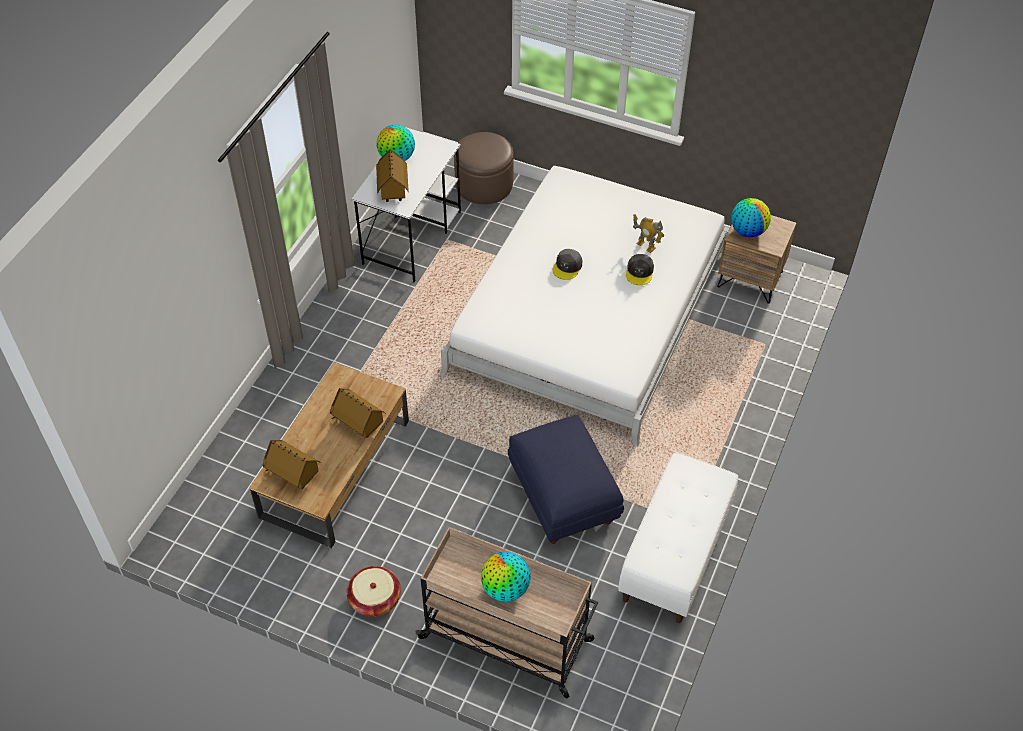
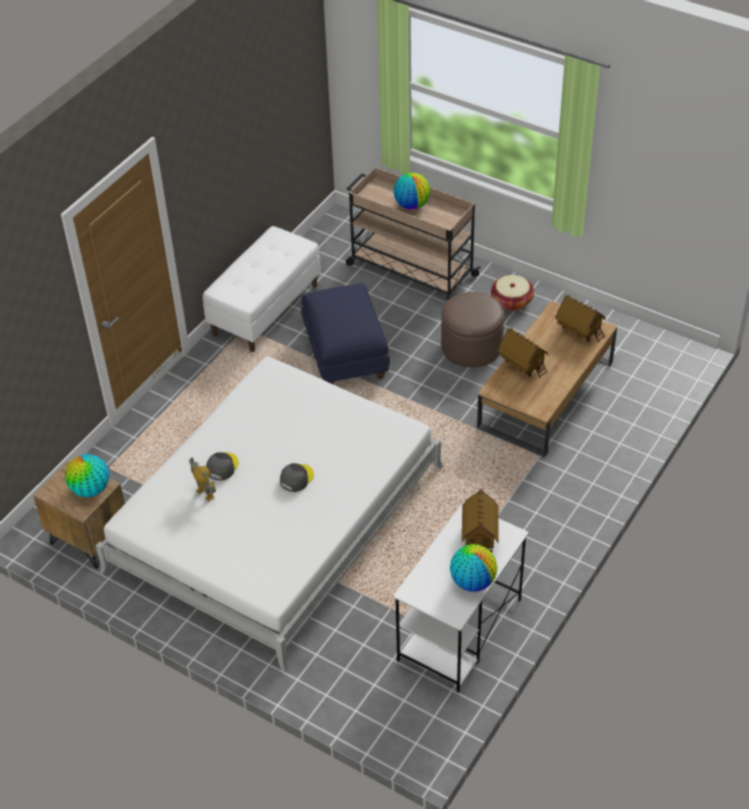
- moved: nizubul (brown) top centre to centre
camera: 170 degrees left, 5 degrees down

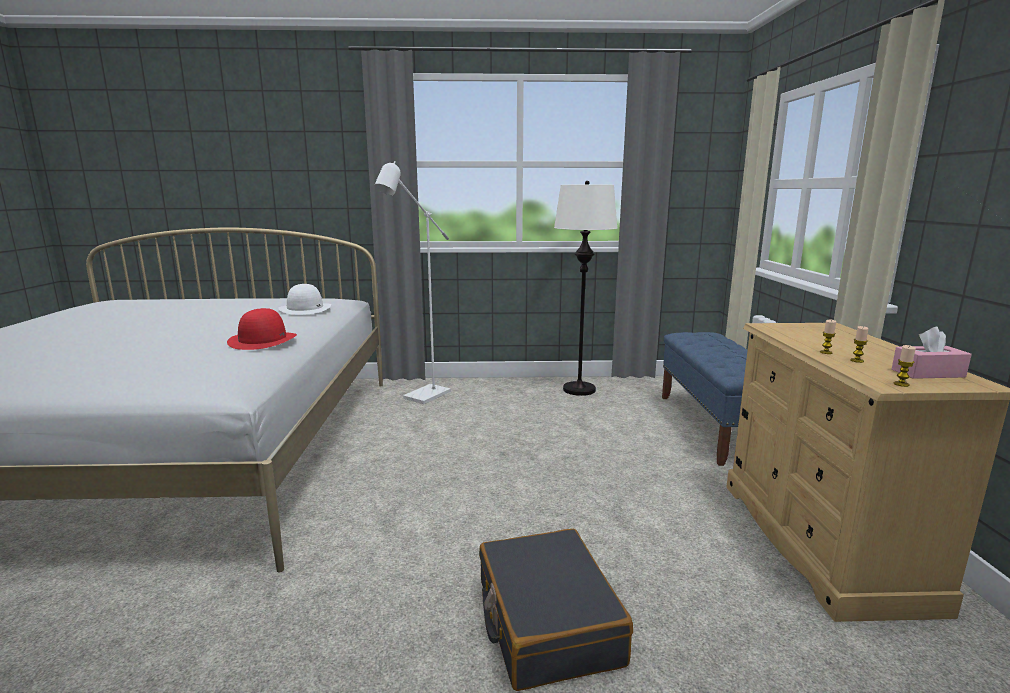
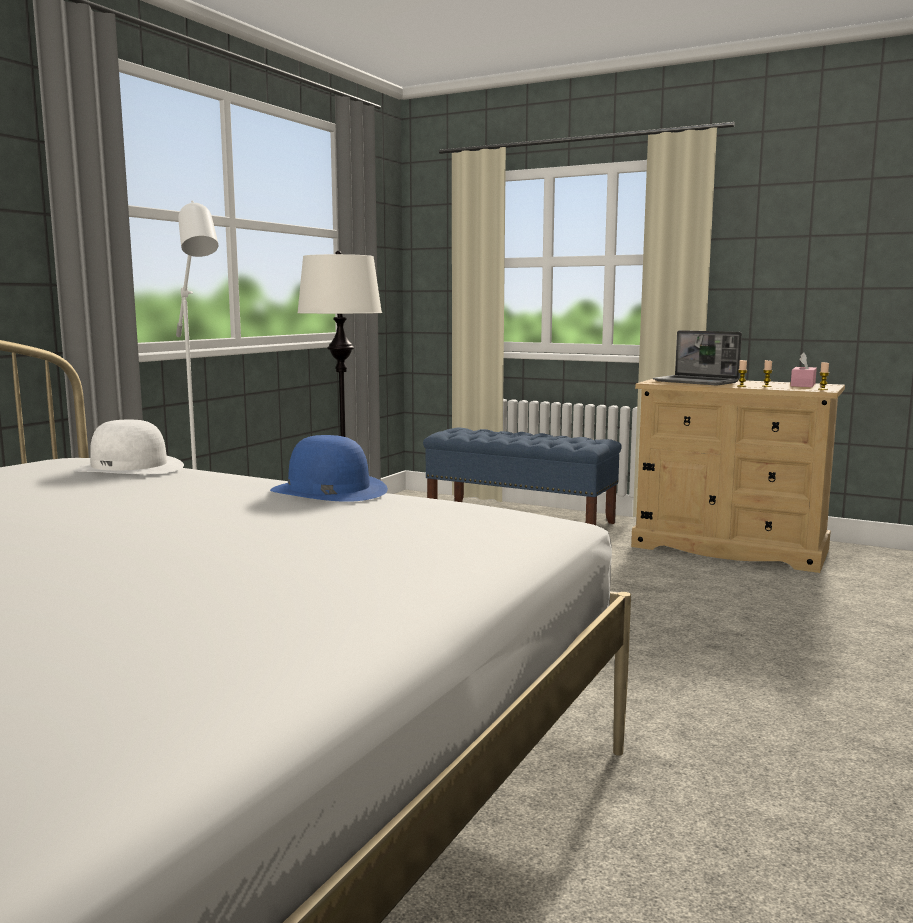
- recoloured: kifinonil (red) middle left to kifinonil (blue) centre
- added: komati middle right
- removed: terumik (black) bottom centre
camera: 60 degrees left, 5 degrees down

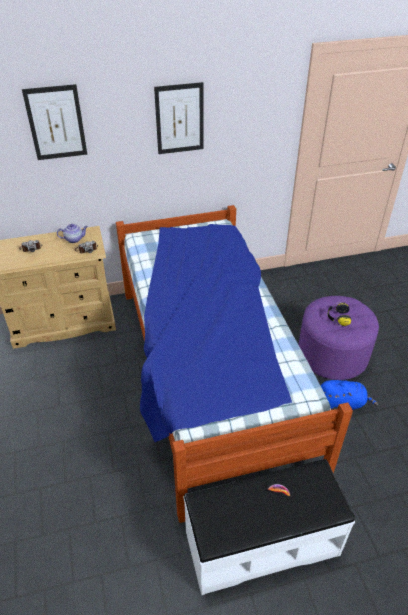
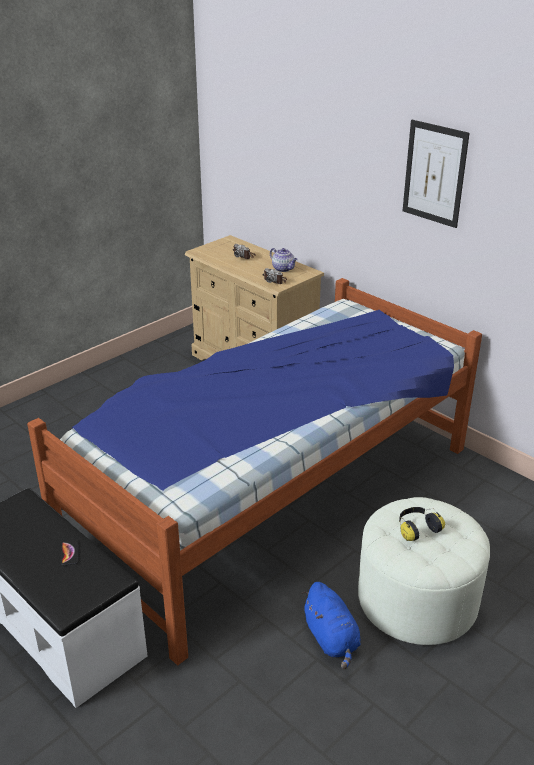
- recoloured: nizubul (purple) middle right to nizubul (white) bottom right
- removed: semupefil (1st from left) top left
camera: 60 degrees right, 10 degrees down

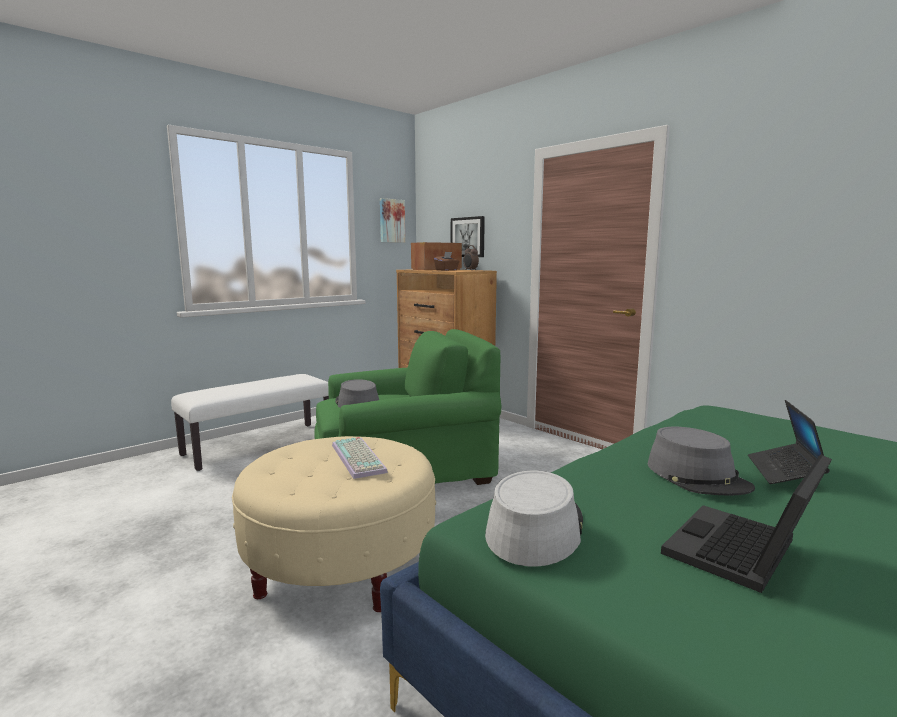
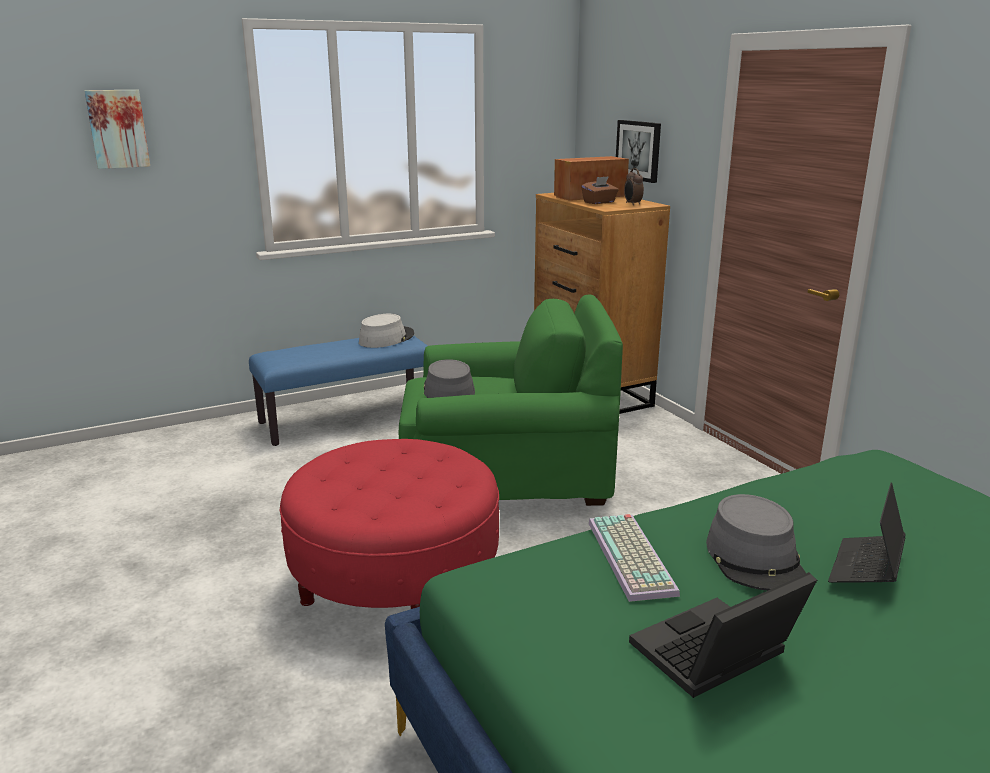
- moved: semupefil (1st from left) top centre to top left
- recoloured: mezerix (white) middle left to mezerix (blue) centre
- recoloured: nizubul (beige) bottom centre to nizubul (red) bottom centre
- moved: kifinonil (grey) (2nd from left in the first image) bottom centre to kifinonil (grey) (1st from left) centre
- moved: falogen centre to bottom centre
camera: 15 degrees right, 10 degrees up

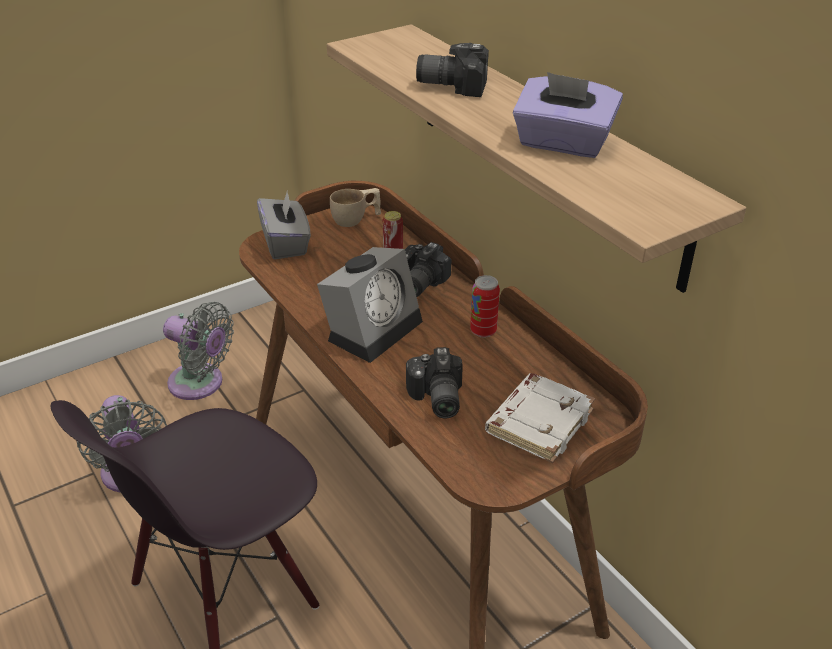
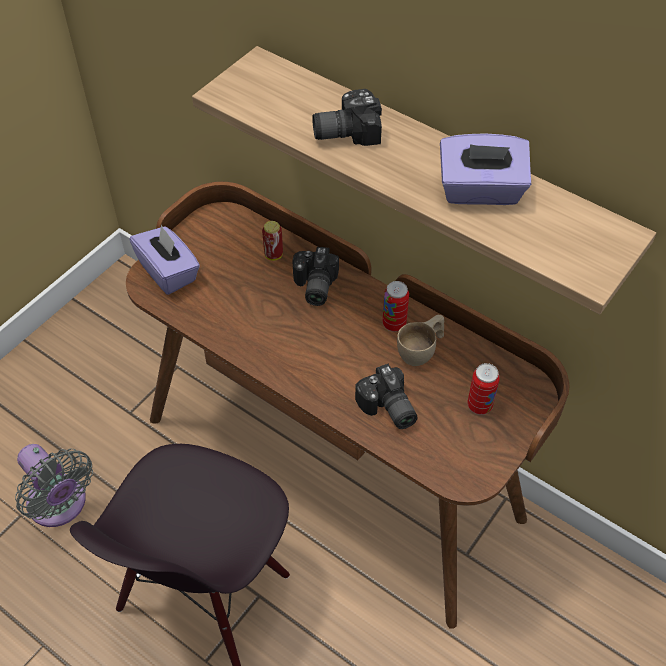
- recoloured: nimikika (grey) centre to nimikika (purple) (1st from left) middle left
- moved: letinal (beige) top centre to centre
- replaced: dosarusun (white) centre to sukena (3rd from left) middle right
- removed: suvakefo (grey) (2nd from left) middle left
- removed: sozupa centre
camera: 20 degrees left, 15 degrees up

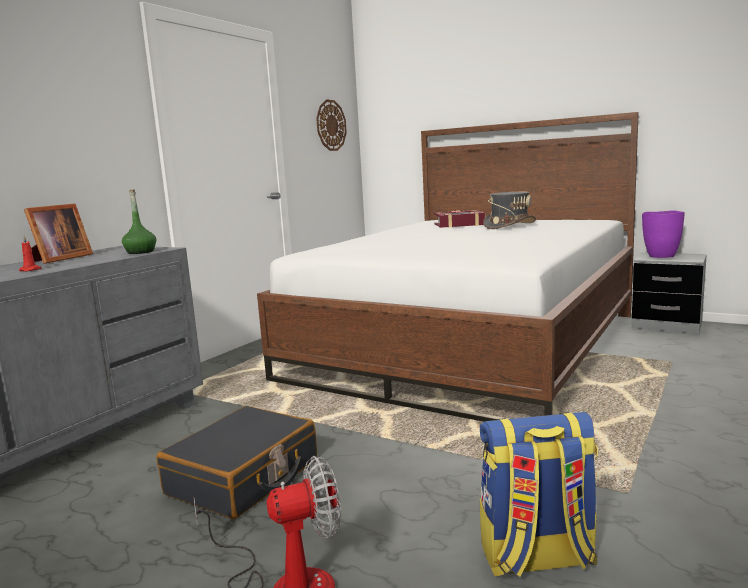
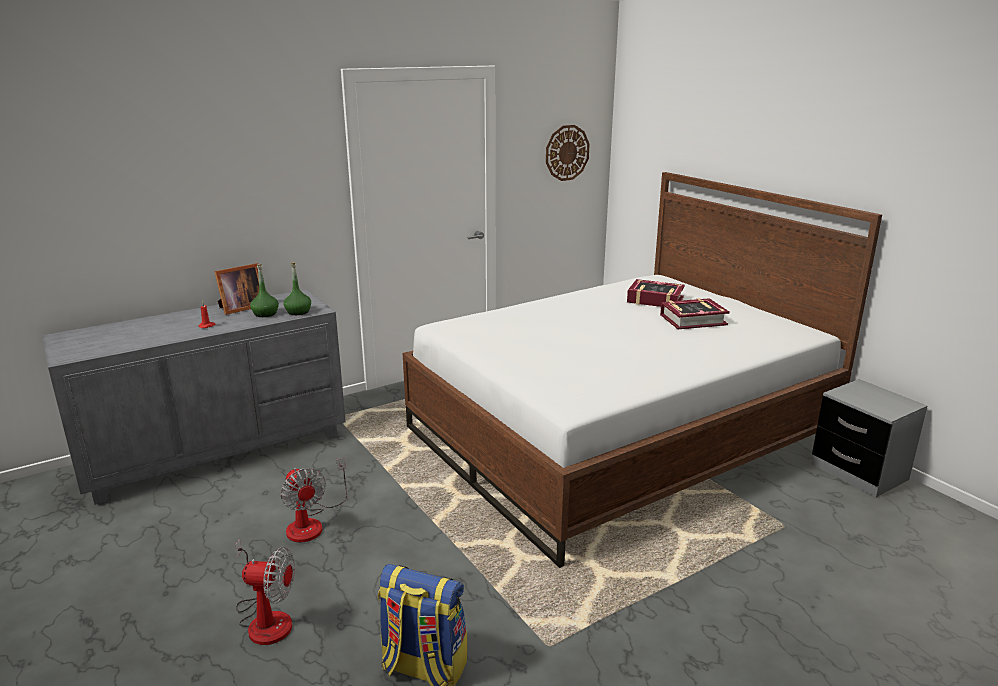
- added: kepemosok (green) (1st from left) middle left
- replaced: terumik (black) bottom left to suvakefo (2nd from left) bottom left
- replaced: kifinonil (grey) middle right to dosarusun (2nd from left) middle right
- removed: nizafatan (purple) middle right
camera: 25 degrees right, 10 degrees up

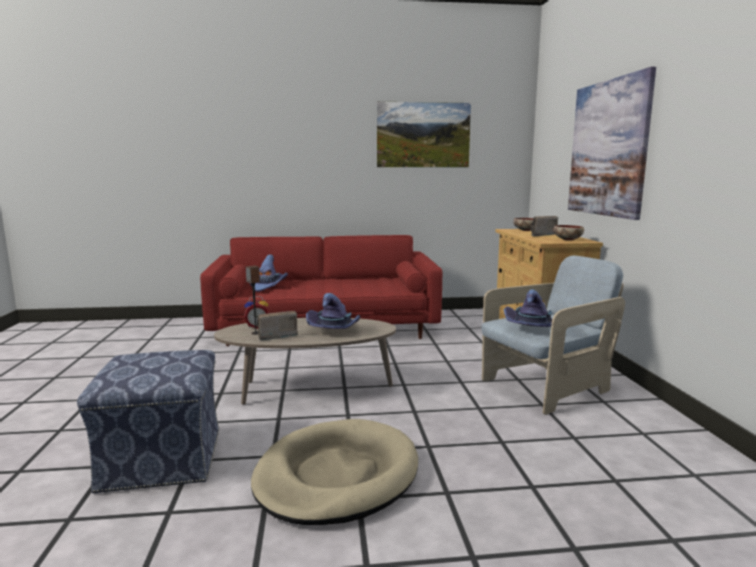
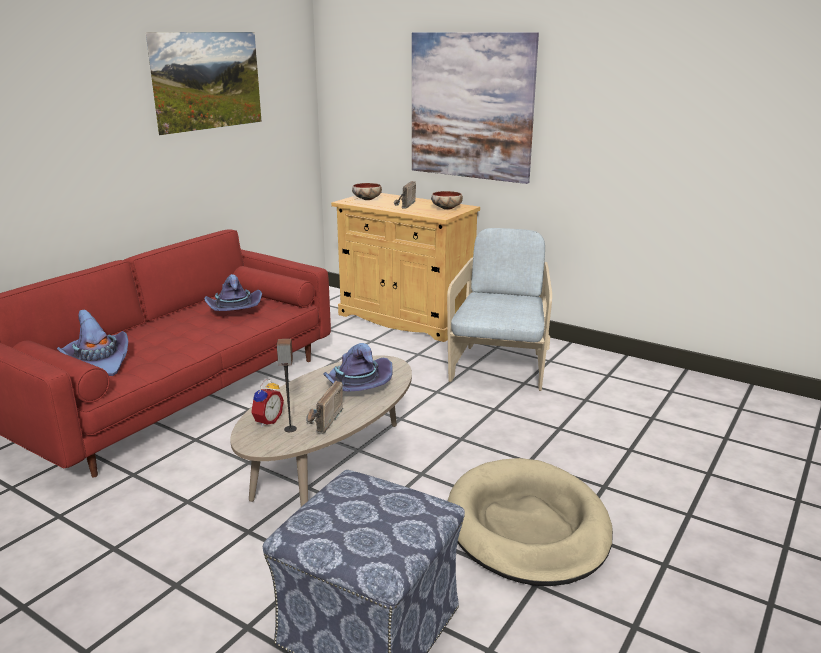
- moved: kifinonil (purple) (3rd from left in the first image) middle right to kifinonil (purple) (2nd from left) middle left
camera: 50 degrees left, 10 degrees up

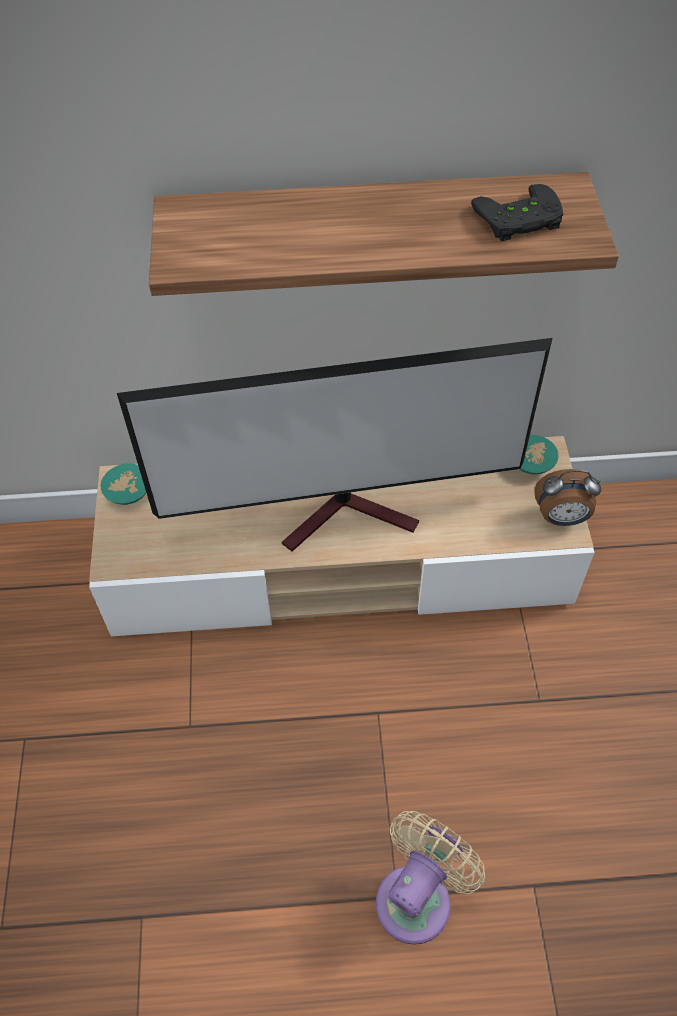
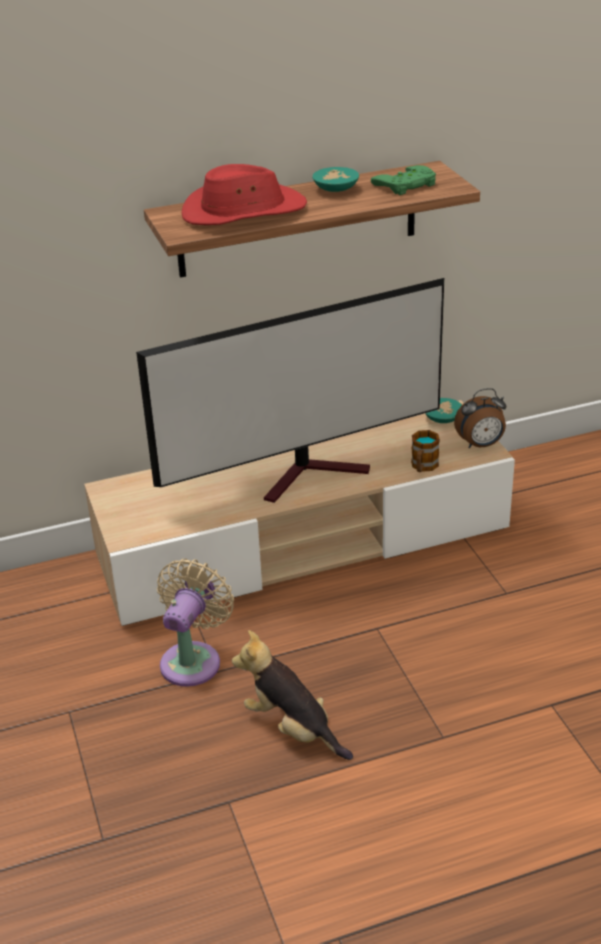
- moved: suvakefo (beige) bottom centre to middle left
- added: kifinonil (red) top centre
- added: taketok bottom centre
- moved: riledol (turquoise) (1st from left) middle left to top centre
- recoloured: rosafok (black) top right to rosafok (green) top right
- added: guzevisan middle right
camera: 15 degrees left, 20 degrees down

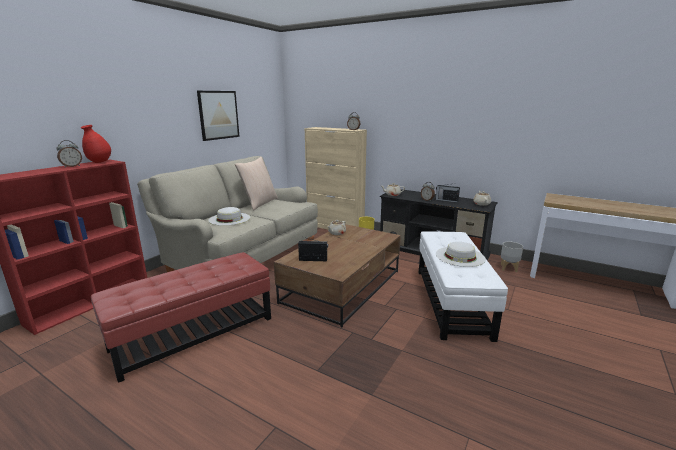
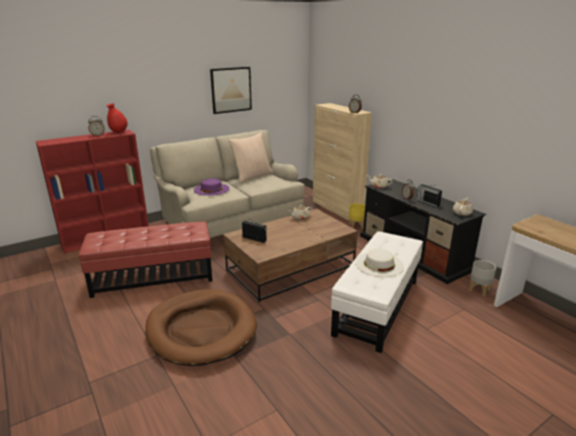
- added: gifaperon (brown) bottom centre
- recoloured: kifinonil (white) (1st from left) centre to kifinonil (purple) centre
camera: 25 degrees right, 5 degrees up

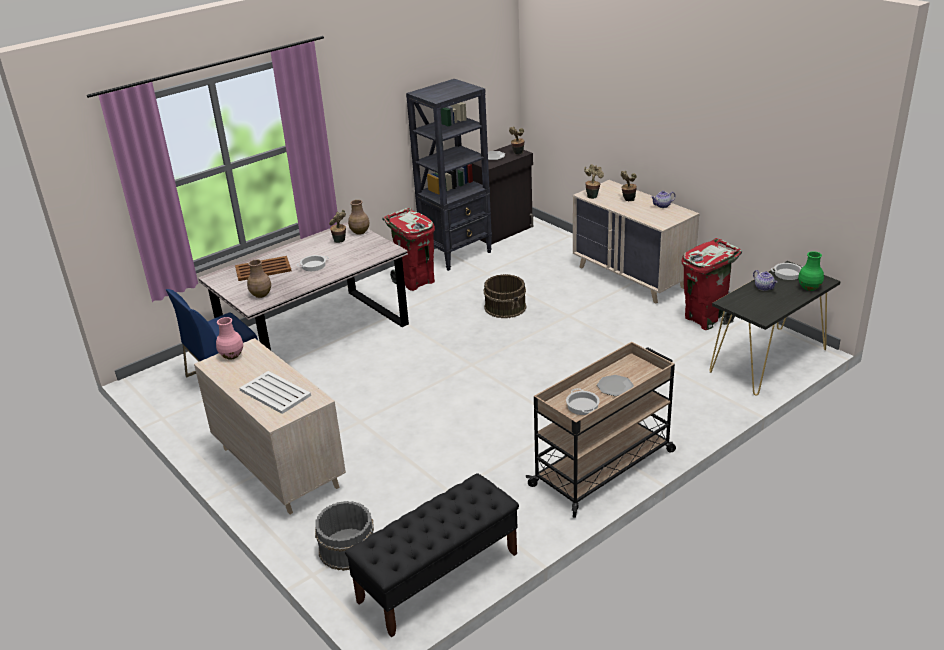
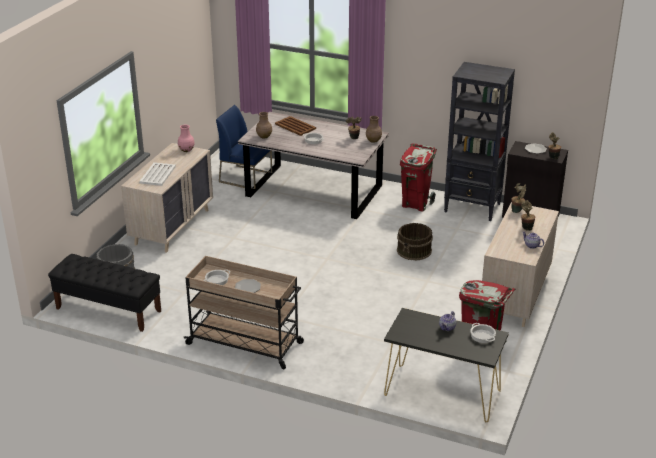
- removed: nizafatan (green) middle right
camera: 60 degrees right, 0 degrees up

